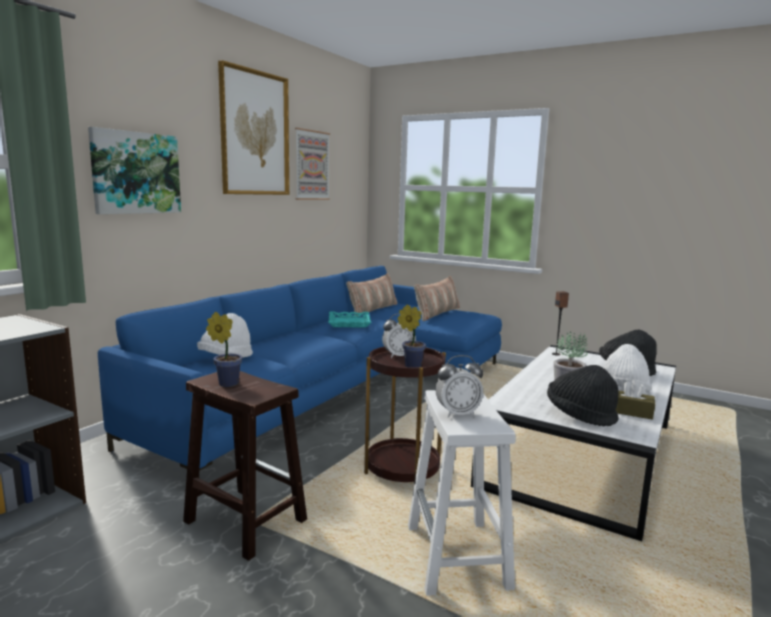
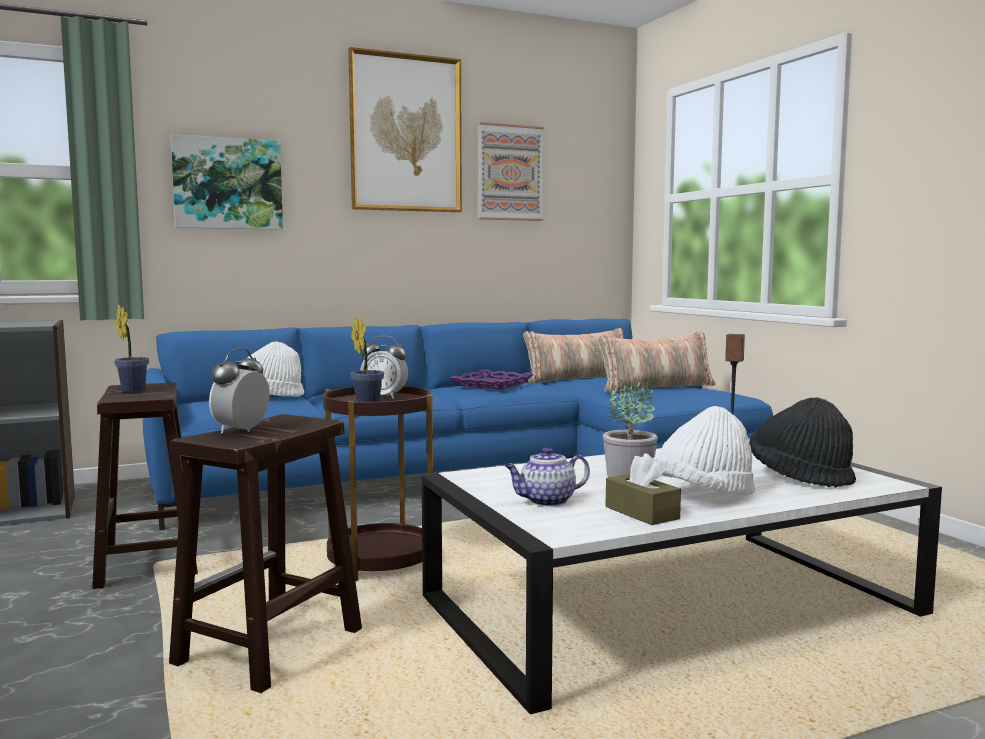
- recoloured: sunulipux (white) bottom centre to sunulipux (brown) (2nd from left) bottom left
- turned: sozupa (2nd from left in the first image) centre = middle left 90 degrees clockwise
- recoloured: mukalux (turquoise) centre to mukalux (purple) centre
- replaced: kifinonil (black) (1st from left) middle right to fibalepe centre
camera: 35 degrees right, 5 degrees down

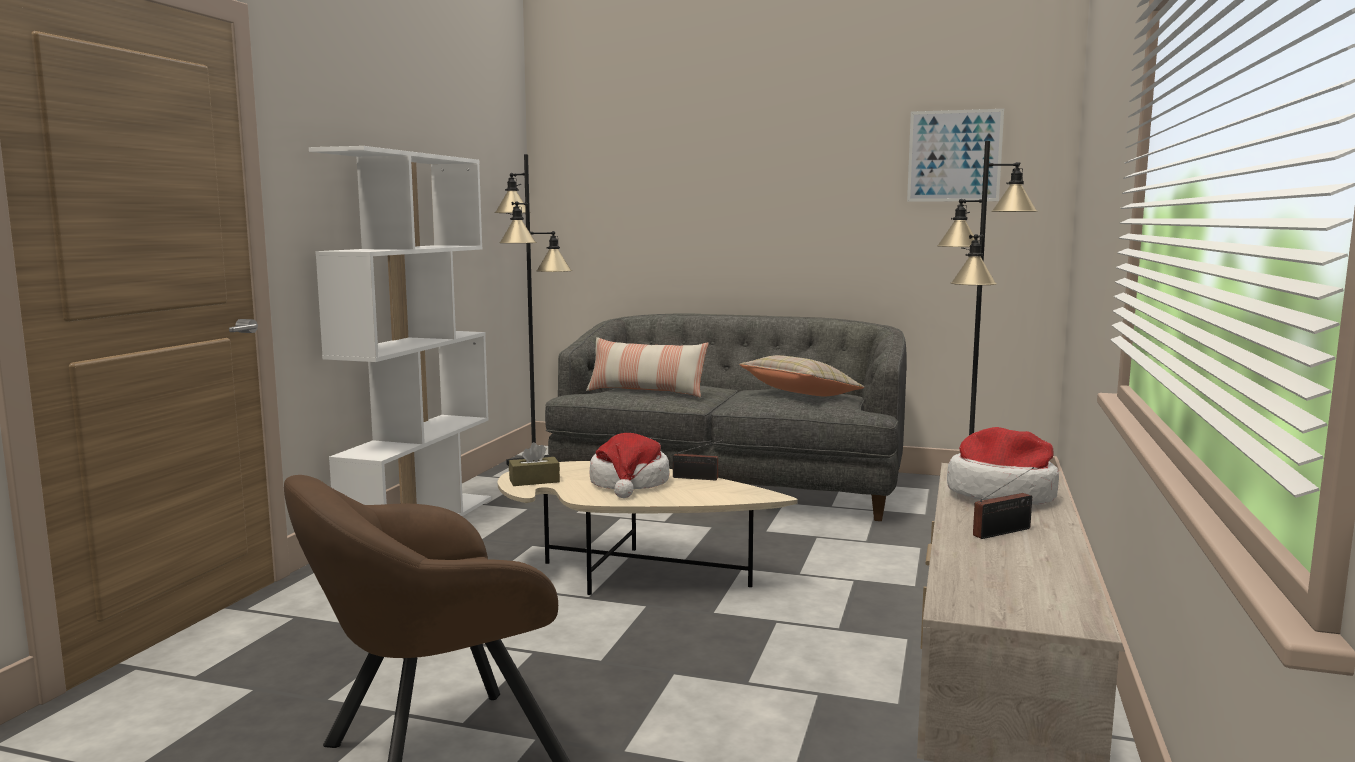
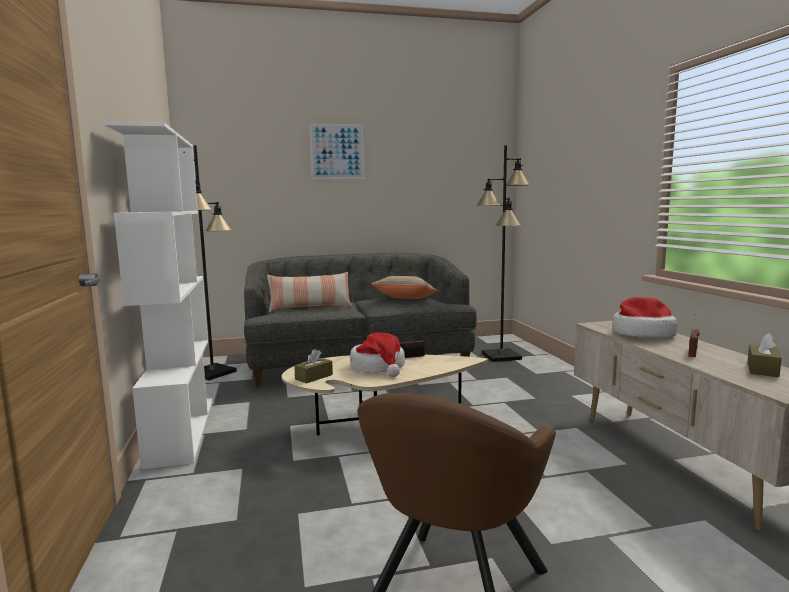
- moved: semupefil top right to top centre
- added: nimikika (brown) (2nd from left) middle right
camera: 30 degrees left, 0 degrees up

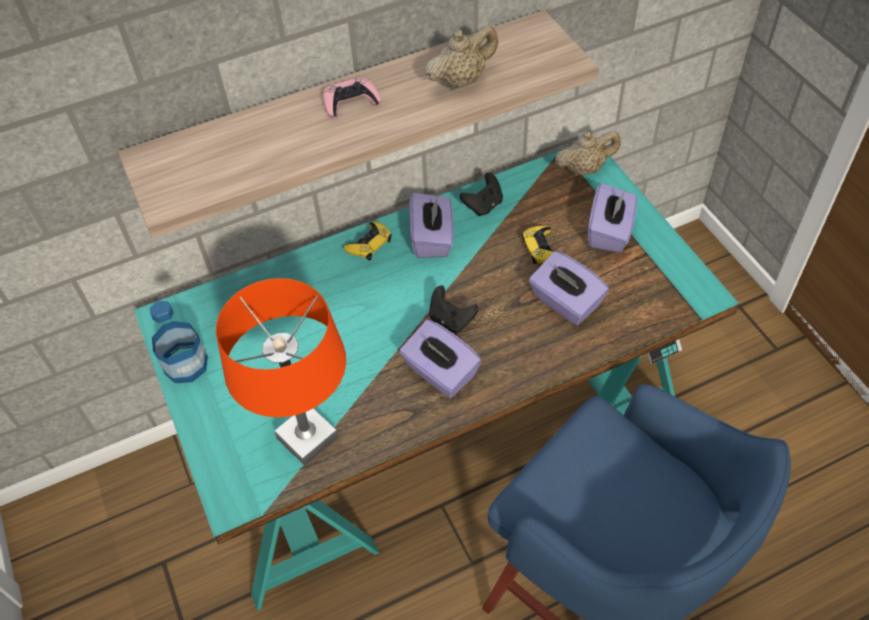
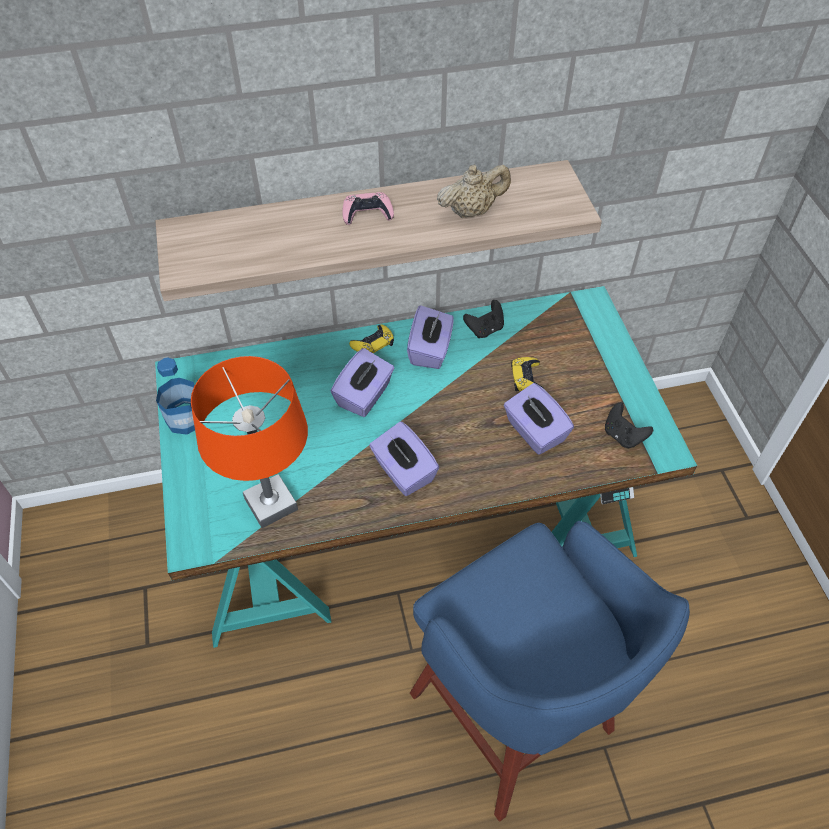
- moved: nimikika (purple) (4th from left in the first image) middle right to nimikika (purple) (1st from left) centre
- moved: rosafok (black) (1st from left in the first image) centre to rosafok (black) (2nd from left) middle right
- removed: fibalepe (beige) (2nd from left) top right
camera: 10 degrees right, 0 degrees up

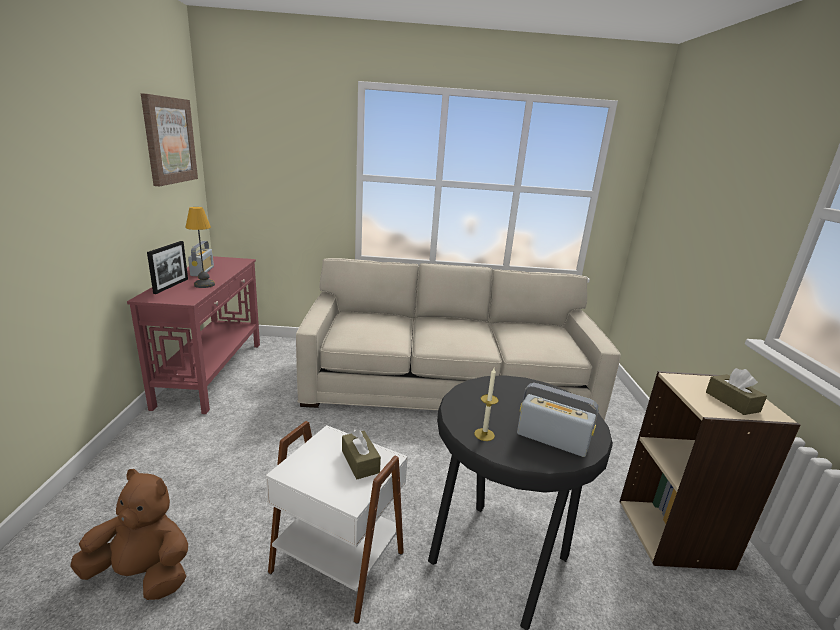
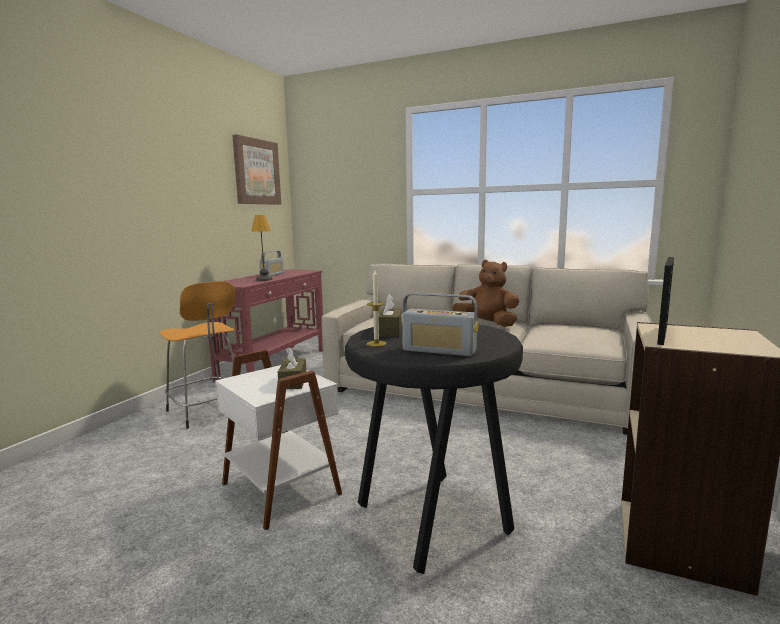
- added: sunulipux (orange) middle left
- moved: nimikika (brown) (2nd from left) middle right to centre
- turned: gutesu (2nd from left) bottom centre = centre 150 degrees clockwise
- moved: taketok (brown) bottom left to centre
- moved: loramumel middle left to middle right
camera: 25 degrees right, 10 degrees down

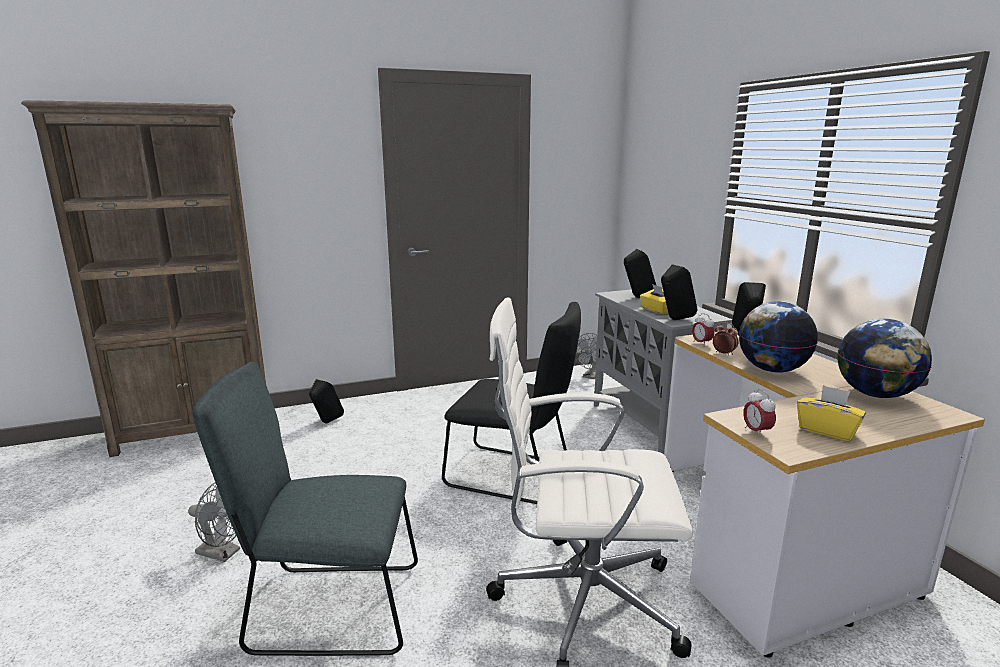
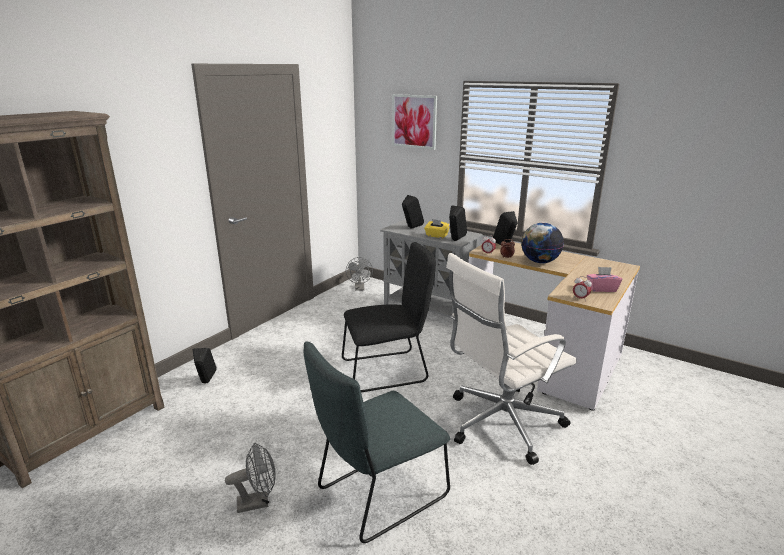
- added: semupefil top centre
- recoloured: nimikika (yellow) (2nd from left) middle right to nimikika (pink) middle right
- removed: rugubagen (2nd from left) middle right
camera: 35 degrees left, 5 degrees up

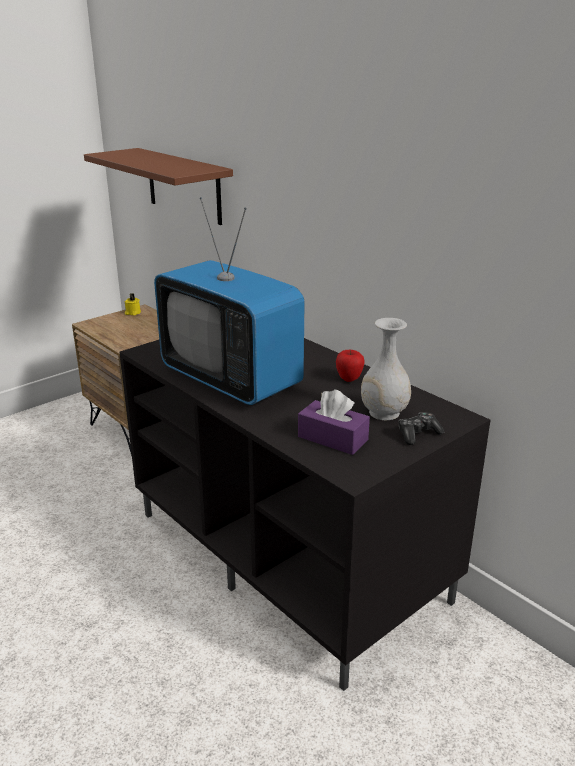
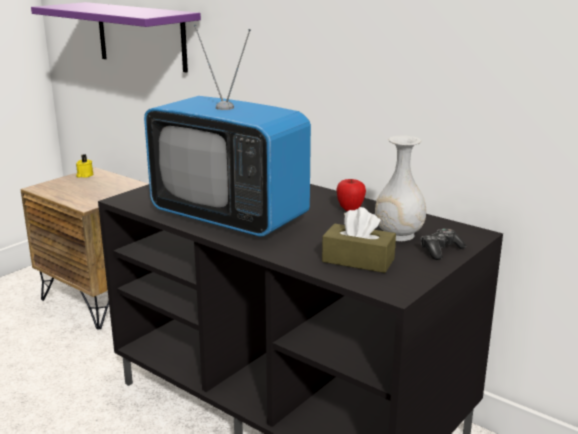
- recoloured: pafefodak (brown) top left to pafefodak (purple) top left
- recoloured: nimikika (purple) centre to nimikika (brown) centre
camera: 10 degrees left, 5 degrees down

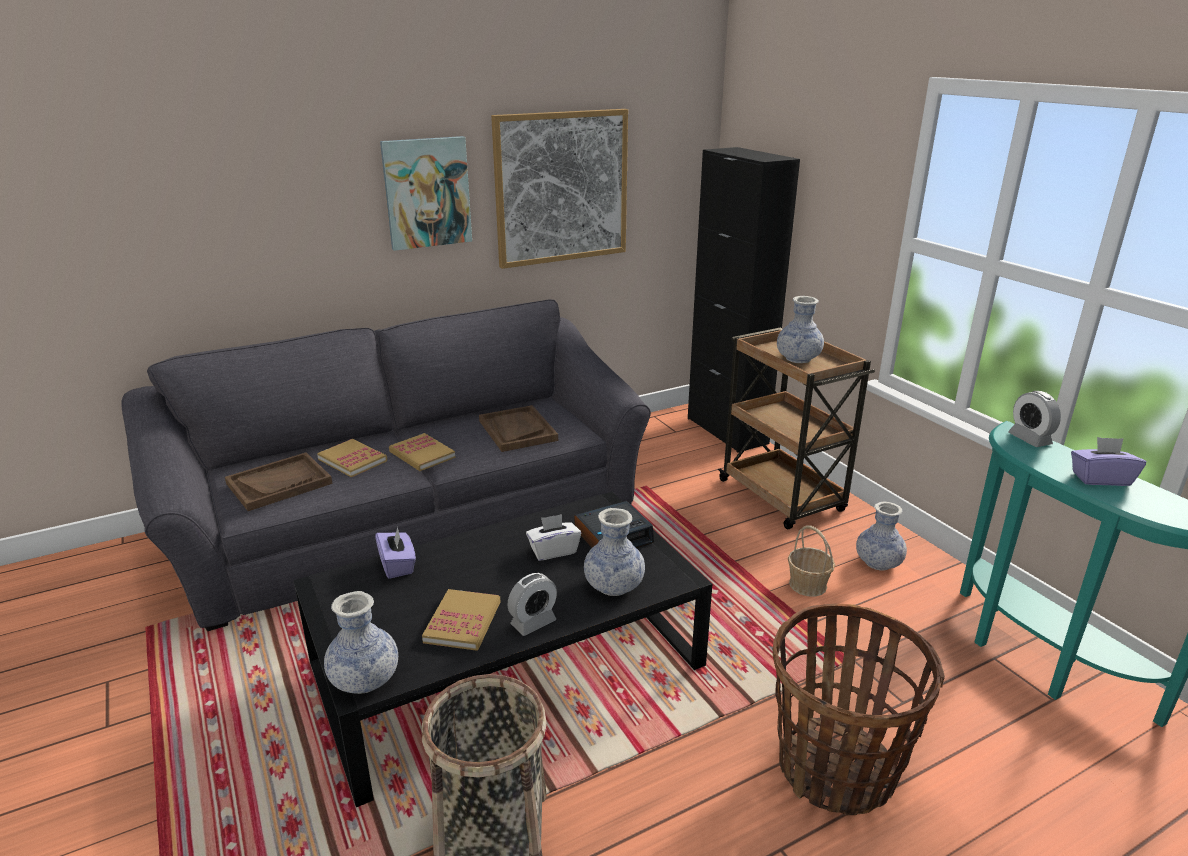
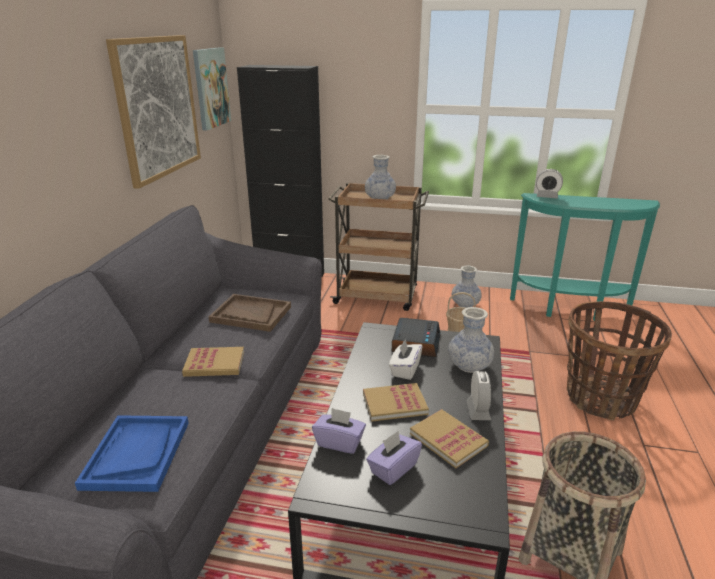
- recoloured: mukalux (brown) (1st from left) middle left to mukalux (blue) bottom left
- moved: semupefil (1st from left in the first image) top centre to semupefil (2nd from left) top left
- moved: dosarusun (1st from left in the first image) middle left to dosarusun (2nd from left) bottom centre
- moved: nimikika (purple) (2nd from left) middle right to bottom centre
- removed: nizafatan (1st from left) bottom left
camera: 50 degrees left, 0 degrees up

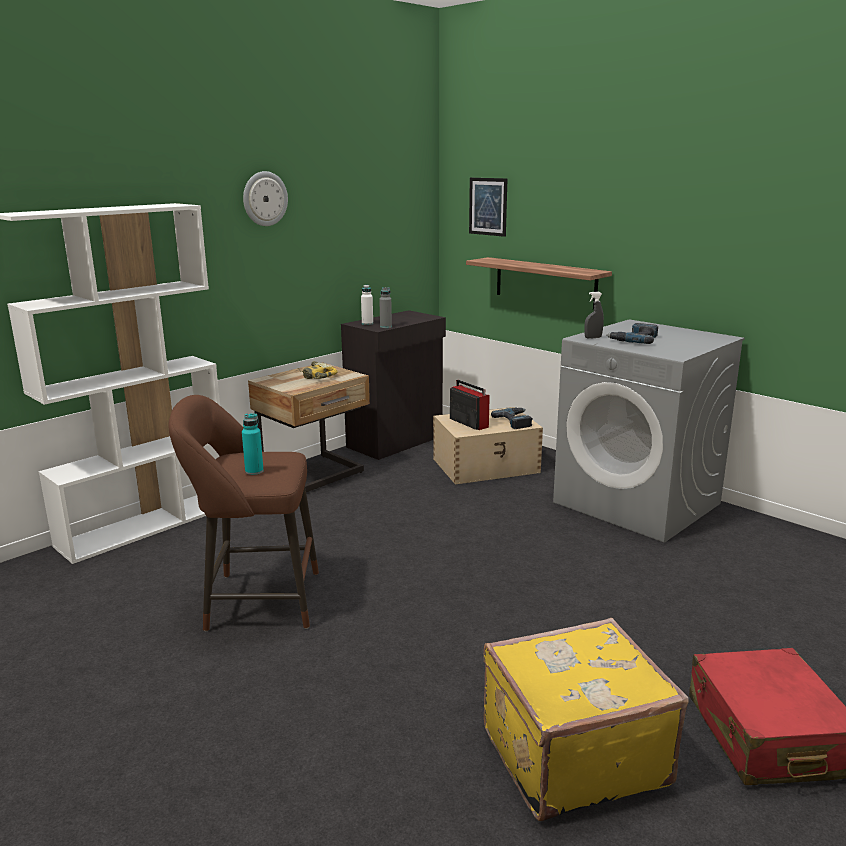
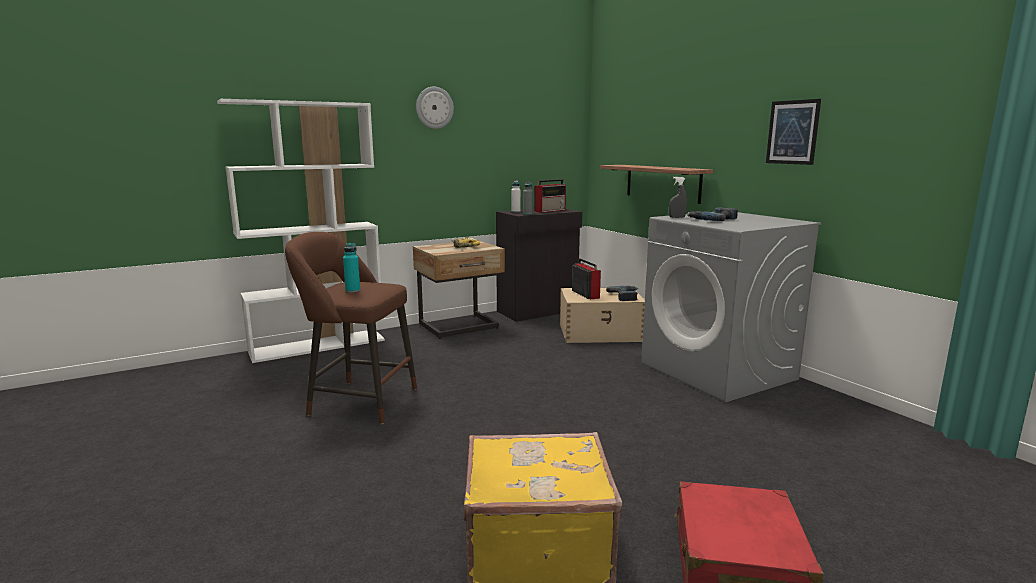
- added: gutesu (1st from left) centre
- moved: semupefil top centre to top right
camera: 15 degrees right, 5 degrees down

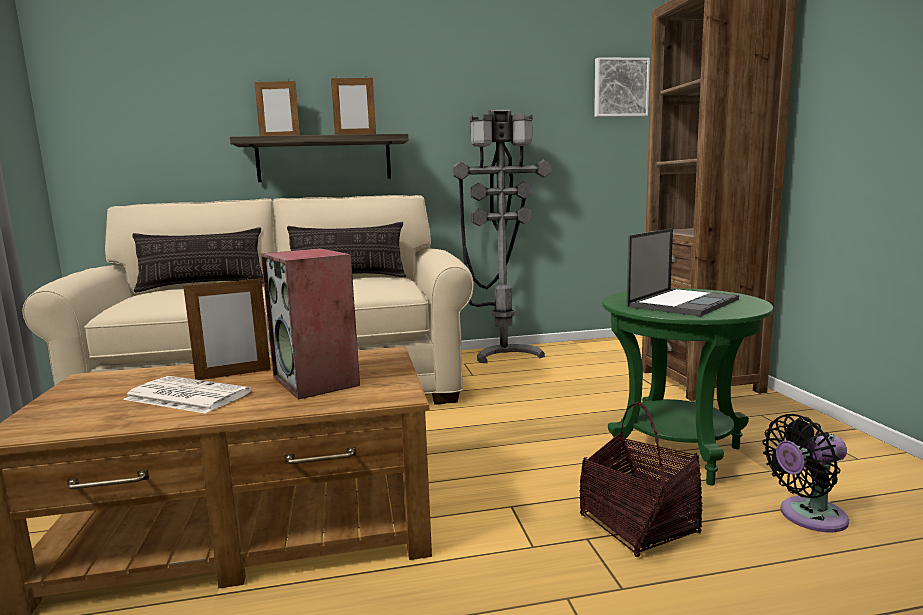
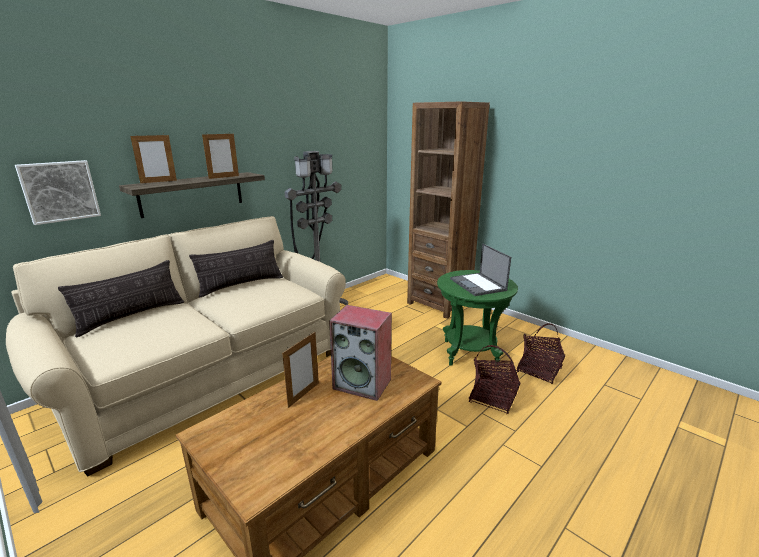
- moved: semupefil top right to middle left
- turned: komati middle right = centre 150 degrees clockwise
- replaced: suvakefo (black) bottom right to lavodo (2nd from left) middle right
- removed: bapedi middle left
camera: 35 degrees left, 10 degrees up

